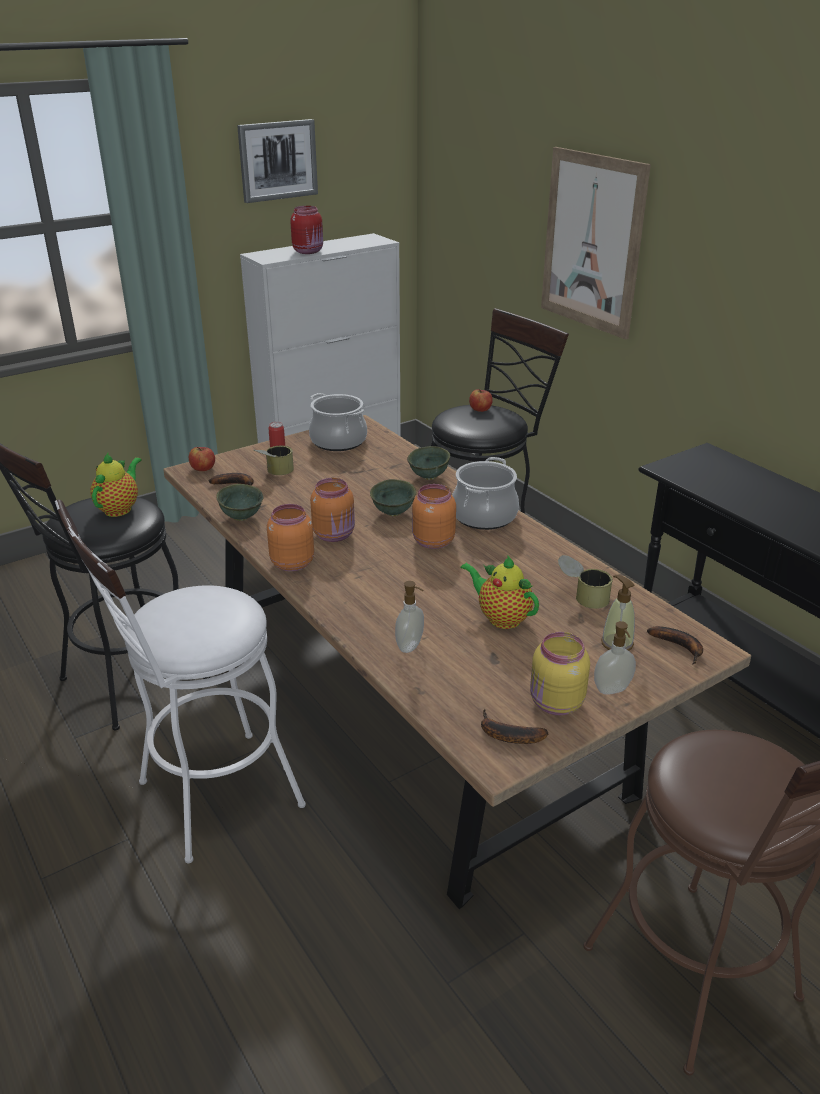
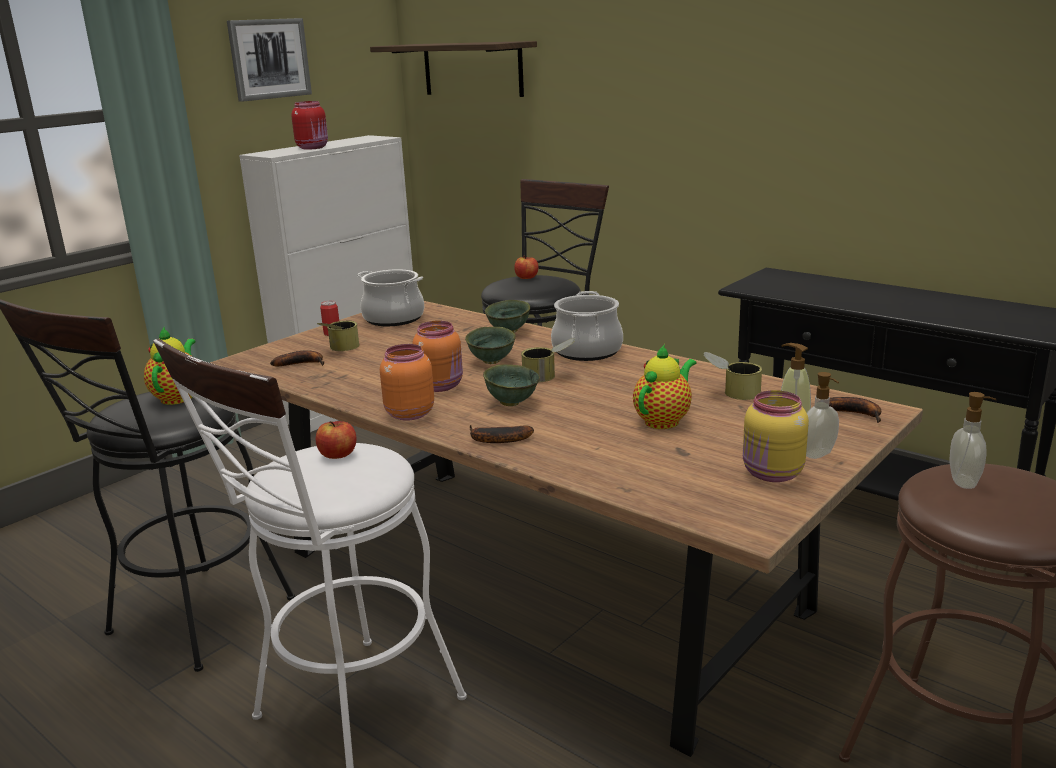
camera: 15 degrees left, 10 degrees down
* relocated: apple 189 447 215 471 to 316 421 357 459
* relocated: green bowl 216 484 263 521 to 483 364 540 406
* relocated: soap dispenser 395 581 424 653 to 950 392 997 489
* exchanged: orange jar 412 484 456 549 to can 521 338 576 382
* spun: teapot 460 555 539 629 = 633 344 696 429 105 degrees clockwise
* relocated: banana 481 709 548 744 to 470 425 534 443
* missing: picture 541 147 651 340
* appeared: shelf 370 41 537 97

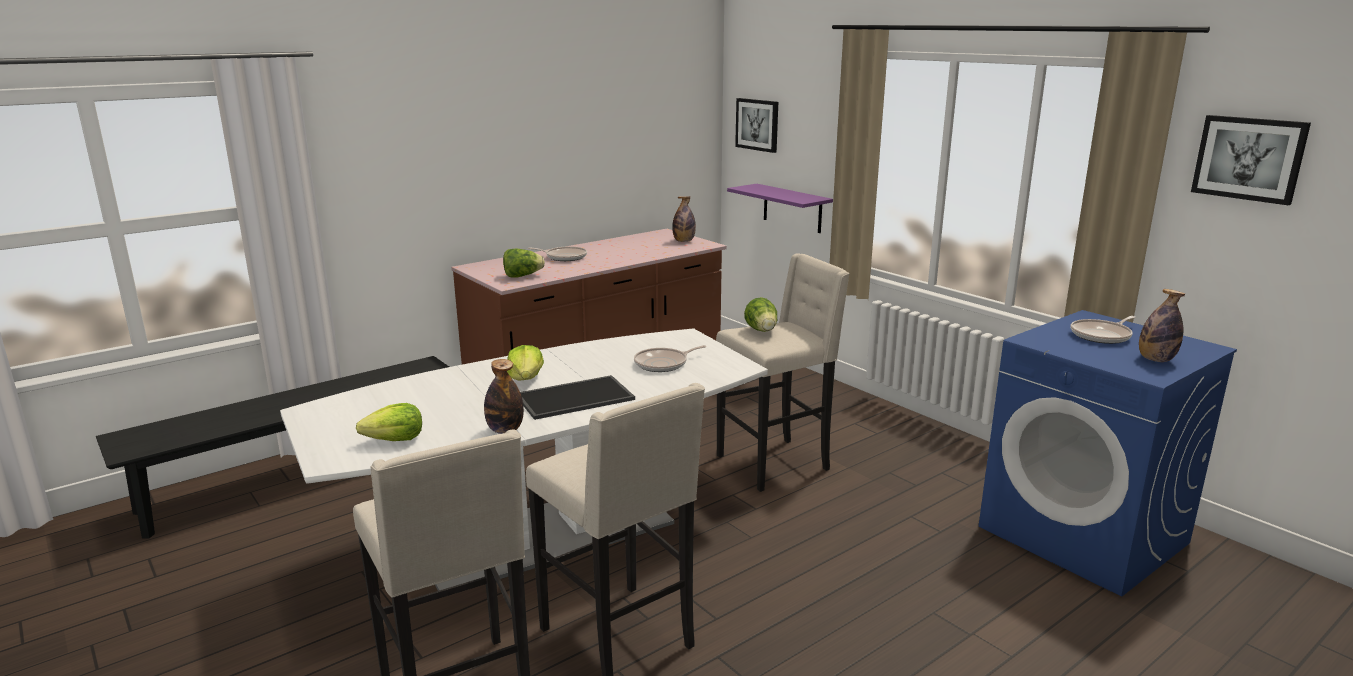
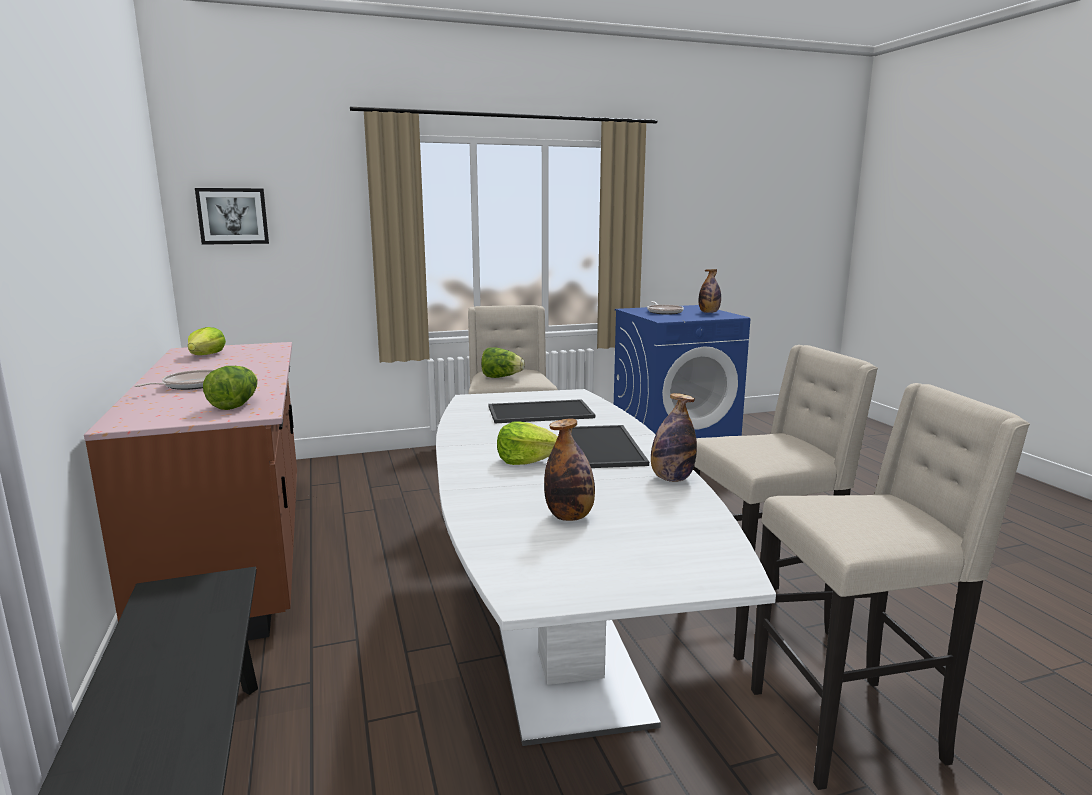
camera: 70 degrees left, 5 degrees down
* relocated: lettuce 356 403 422 441 to 188 327 226 355
* exchanged: frying pan 634 345 706 372 to tray 488 399 595 423
* relocated: bottle 672 196 696 242 to 544 418 595 521
* missing: purple shelf 727 184 833 233
* missing: picture 1191 115 1311 205

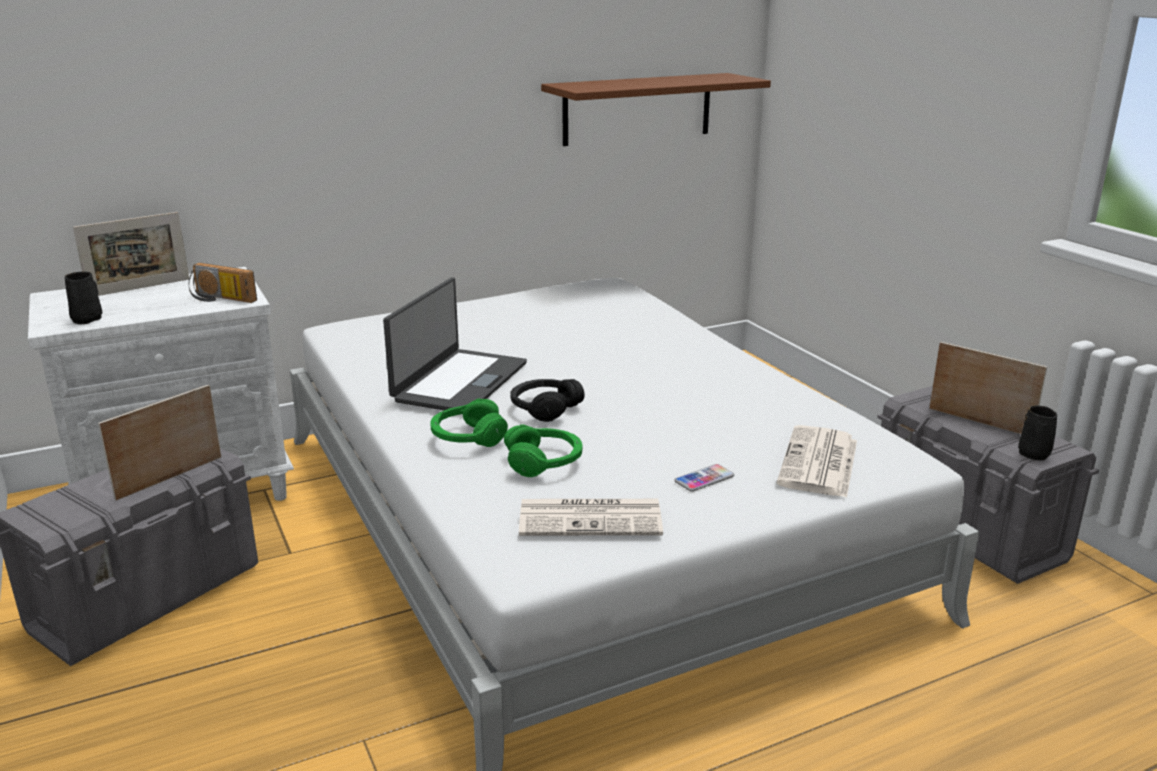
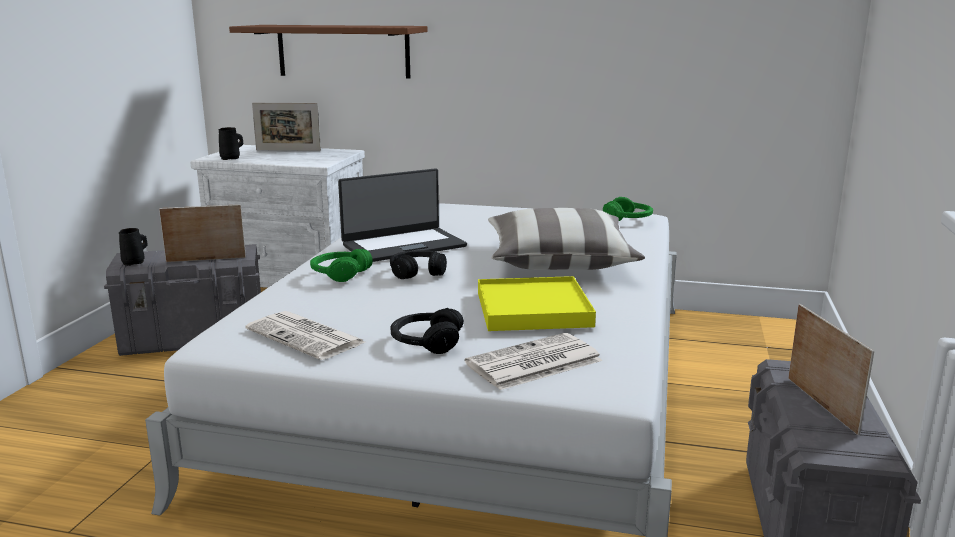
camera: 40 degrees right, 5 degrees down
* missing: radio 189 263 257 303
* relocated: green headphones 504 424 582 477 to 603 197 653 221
* relocated: brown shelf 541 73 771 146 to 229 25 427 79
* exchanged: phone 675 464 734 492 to black headphones 391 308 464 354
* relocated: black mug 1018 405 1057 460 to 119 228 148 266
* appeared: yellow tray 478 276 596 331
* appeared: pillow 488 208 645 270

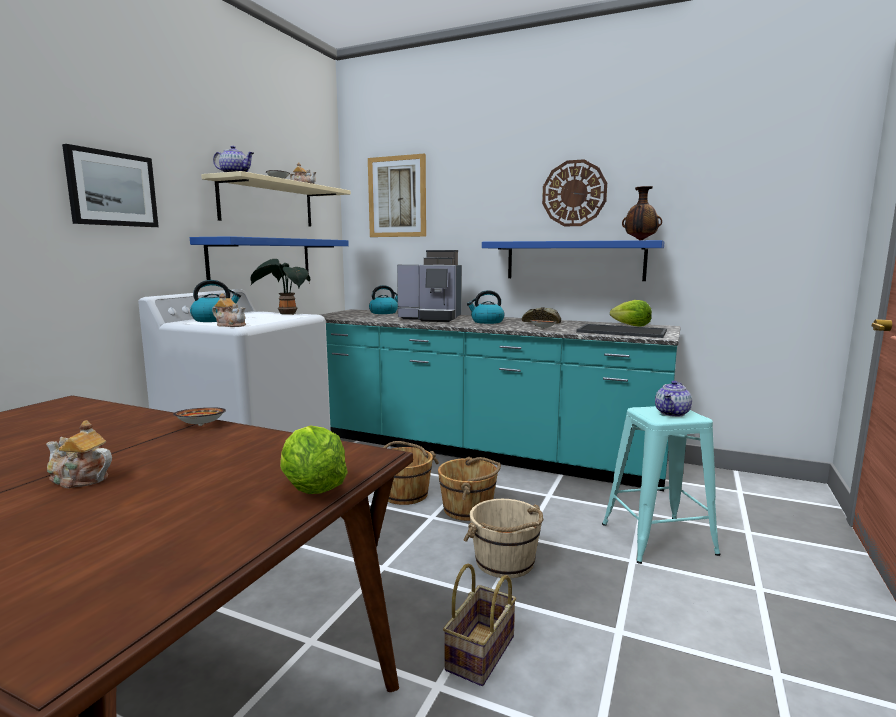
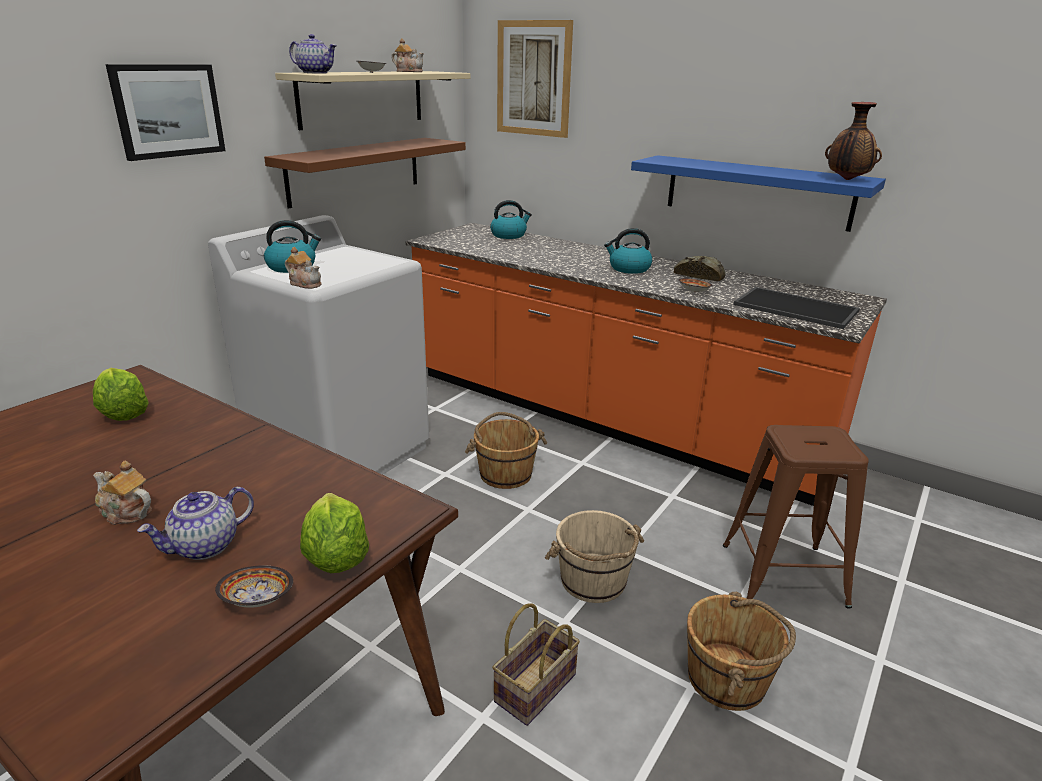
camera: 10 degrees right, 15 degrees up
* relocated: bowl 173 407 226 426 to 215 565 293 608
* colour: blue shelf 190 236 349 280 to brown shelf 264 138 466 209
* missing: potted plant 250 259 310 315
* colour: turquoise counter 320 309 681 491 to orange counter 406 223 887 506
* missing: coffee machine 397 250 461 322
* relocated: brown bucket 438 457 501 521 to 687 592 796 711
* missing: wall clock 542 159 607 226
* colour: turquoise stool 602 406 721 564 to brown stool 723 425 869 609
* relocated: lettuce 610 300 652 327 to 93 368 149 421
* relocated: teapot 655 381 692 417 to 137 487 254 560

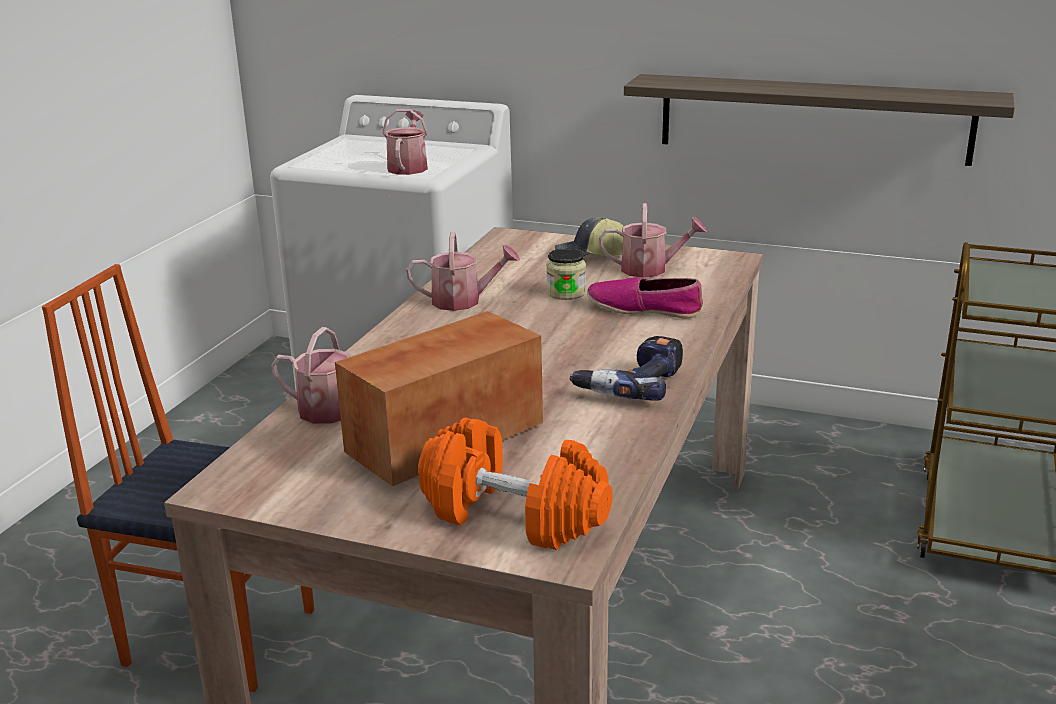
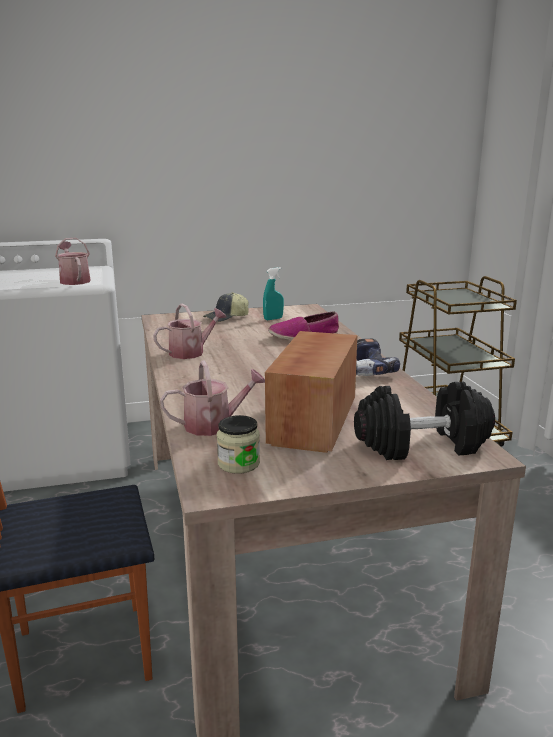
camera: 35 degrees left, 5 degrees down
* colour: orange dumbbell 418 417 613 550 to black dumbbell 354 381 495 460
* relocated: jar 546 248 586 300 to 217 415 260 474
* exchanged: watering can 599 203 707 278 to turquoise spray bottle 263 267 284 320
* missing: shelf 624 74 1015 166

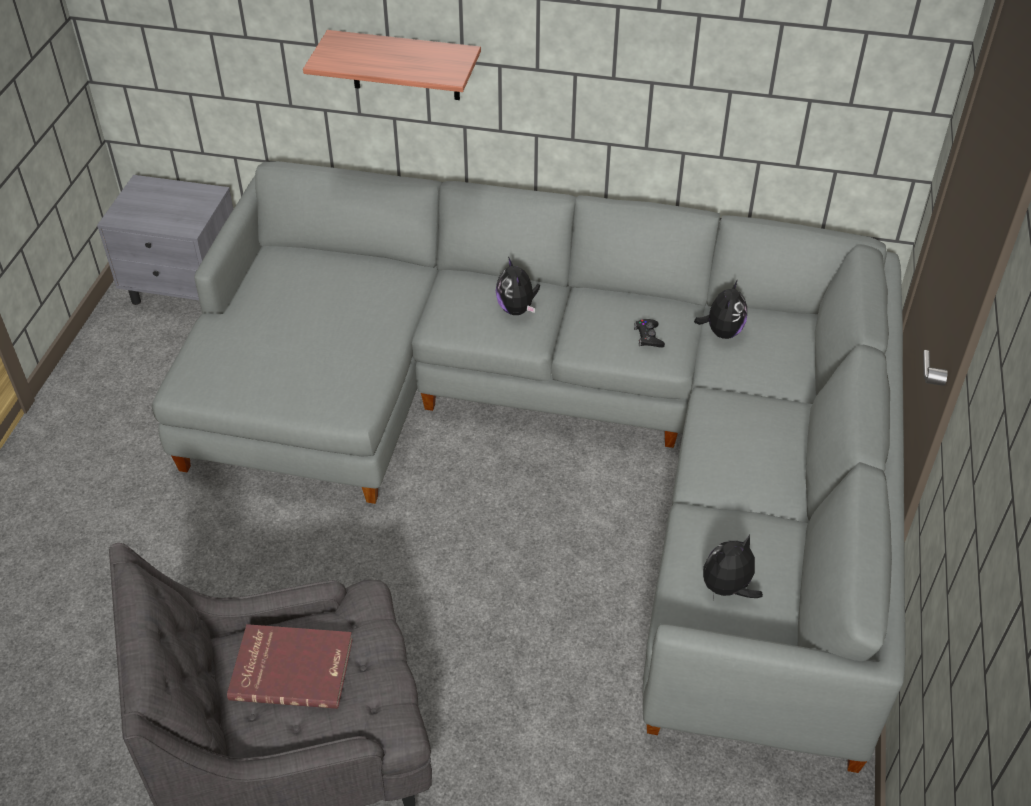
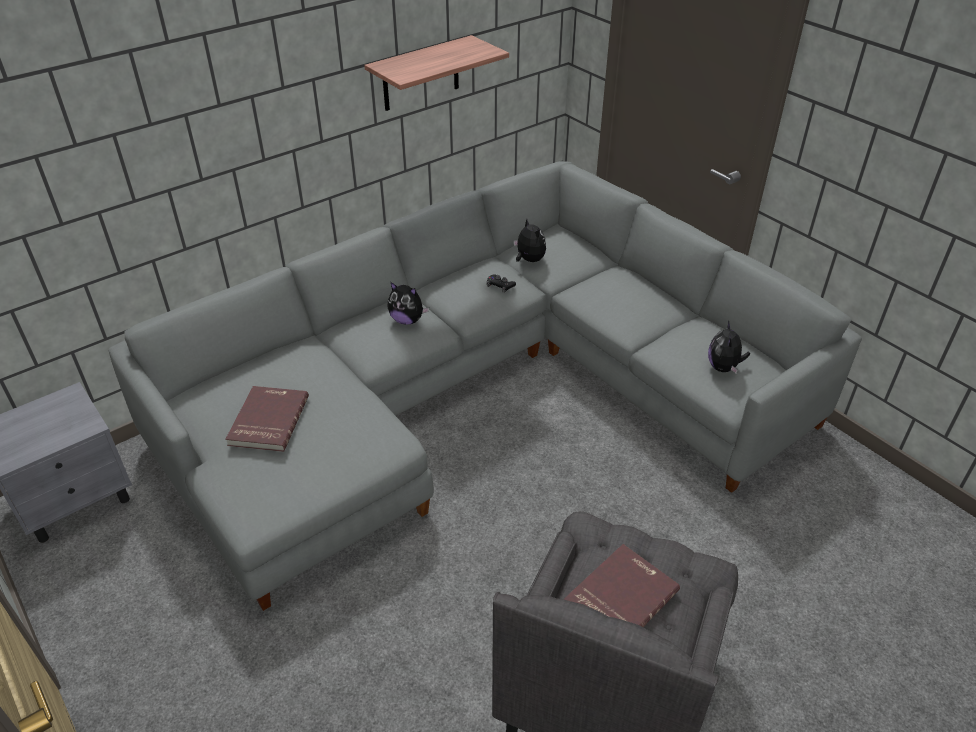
camera: 50 degrees left, 5 degrees down
* relocated: shelf 303 30 481 100 to 364 35 509 111
* appeared: red book 225 386 309 452

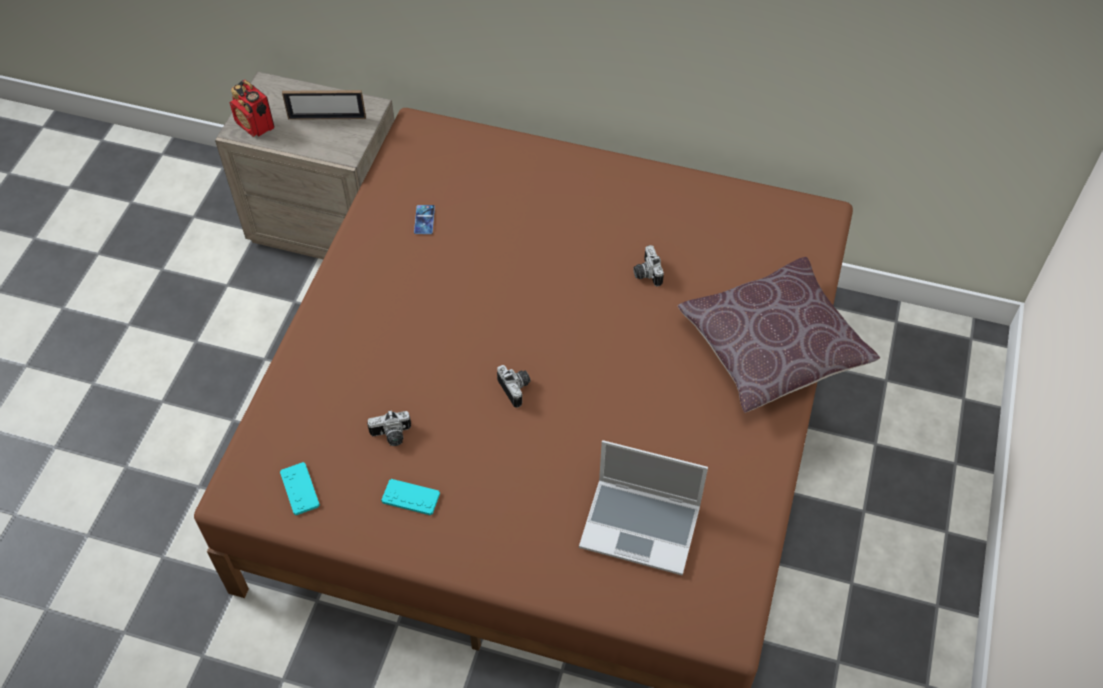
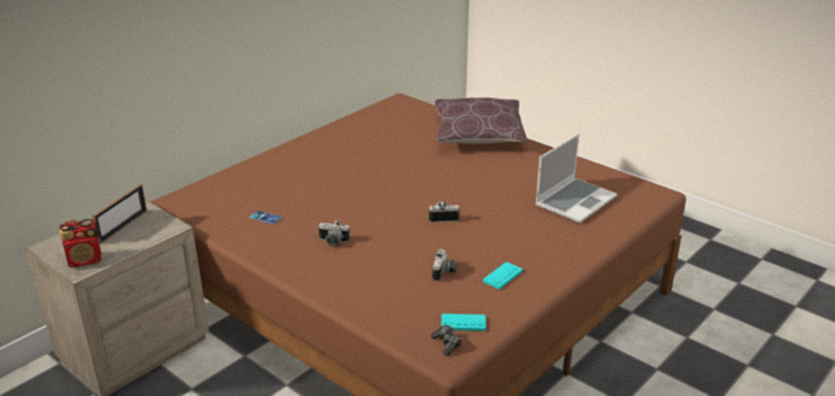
camera: 65 degrees left, 25 degrees down
* relocated: photo camera 633 245 664 286 to 318 220 350 246
* appeared: game controller 431 325 462 356

